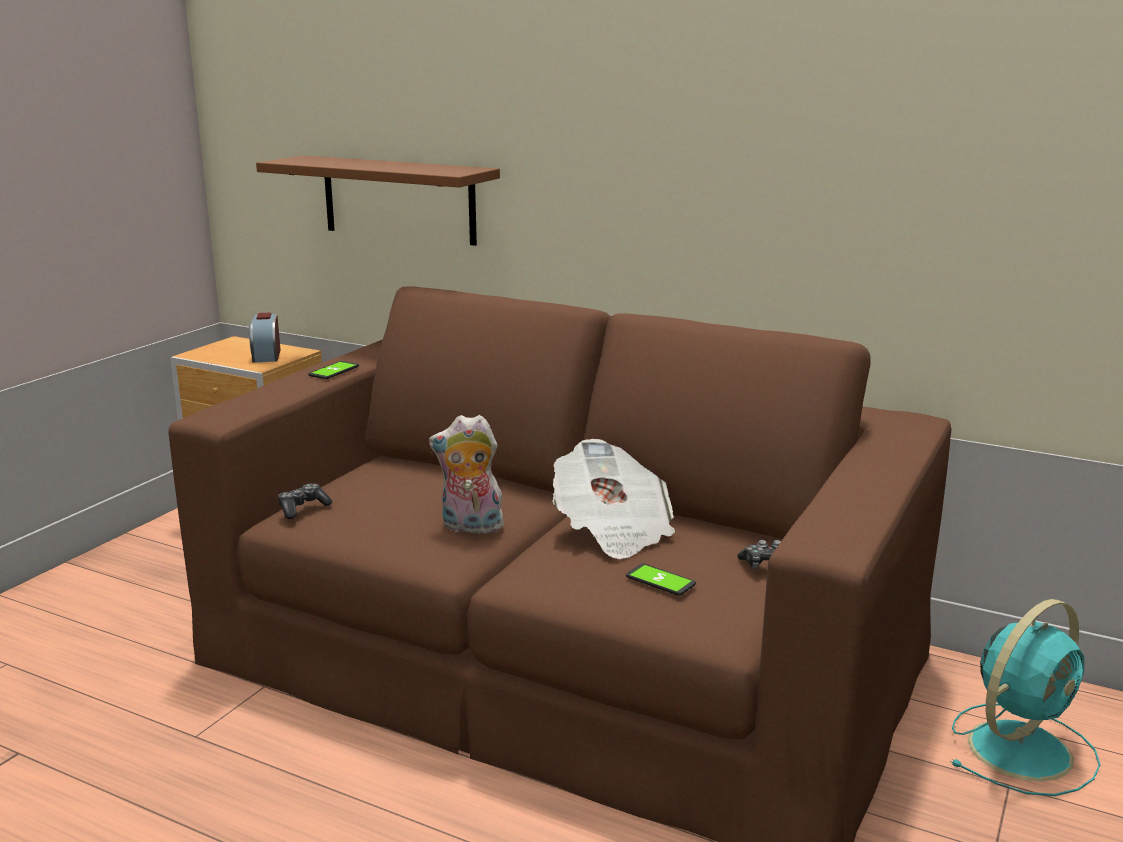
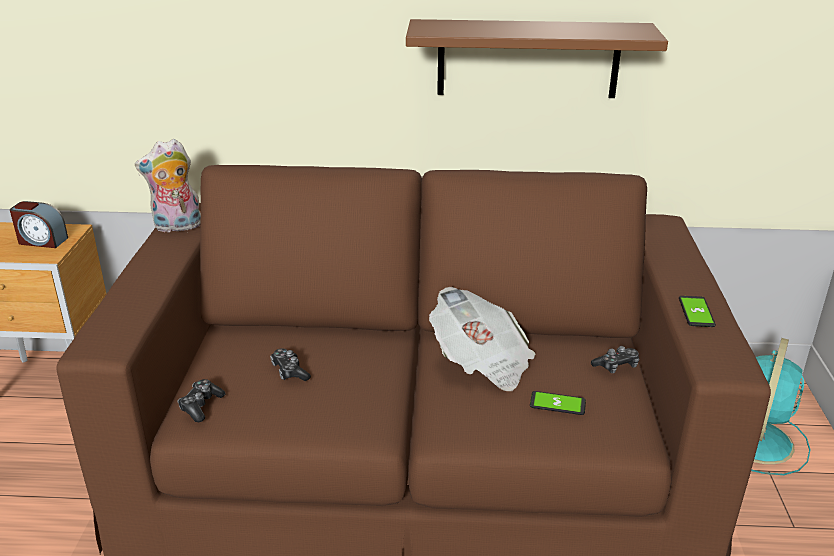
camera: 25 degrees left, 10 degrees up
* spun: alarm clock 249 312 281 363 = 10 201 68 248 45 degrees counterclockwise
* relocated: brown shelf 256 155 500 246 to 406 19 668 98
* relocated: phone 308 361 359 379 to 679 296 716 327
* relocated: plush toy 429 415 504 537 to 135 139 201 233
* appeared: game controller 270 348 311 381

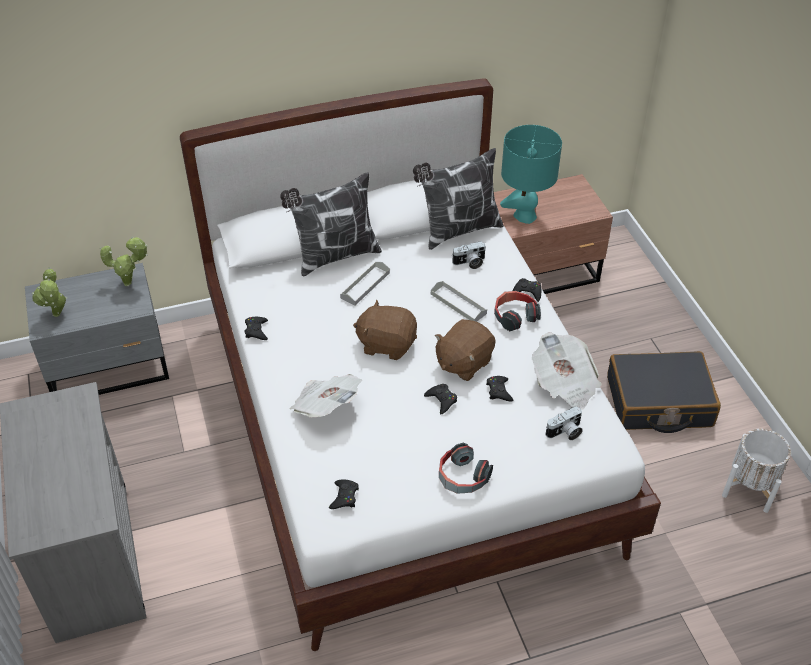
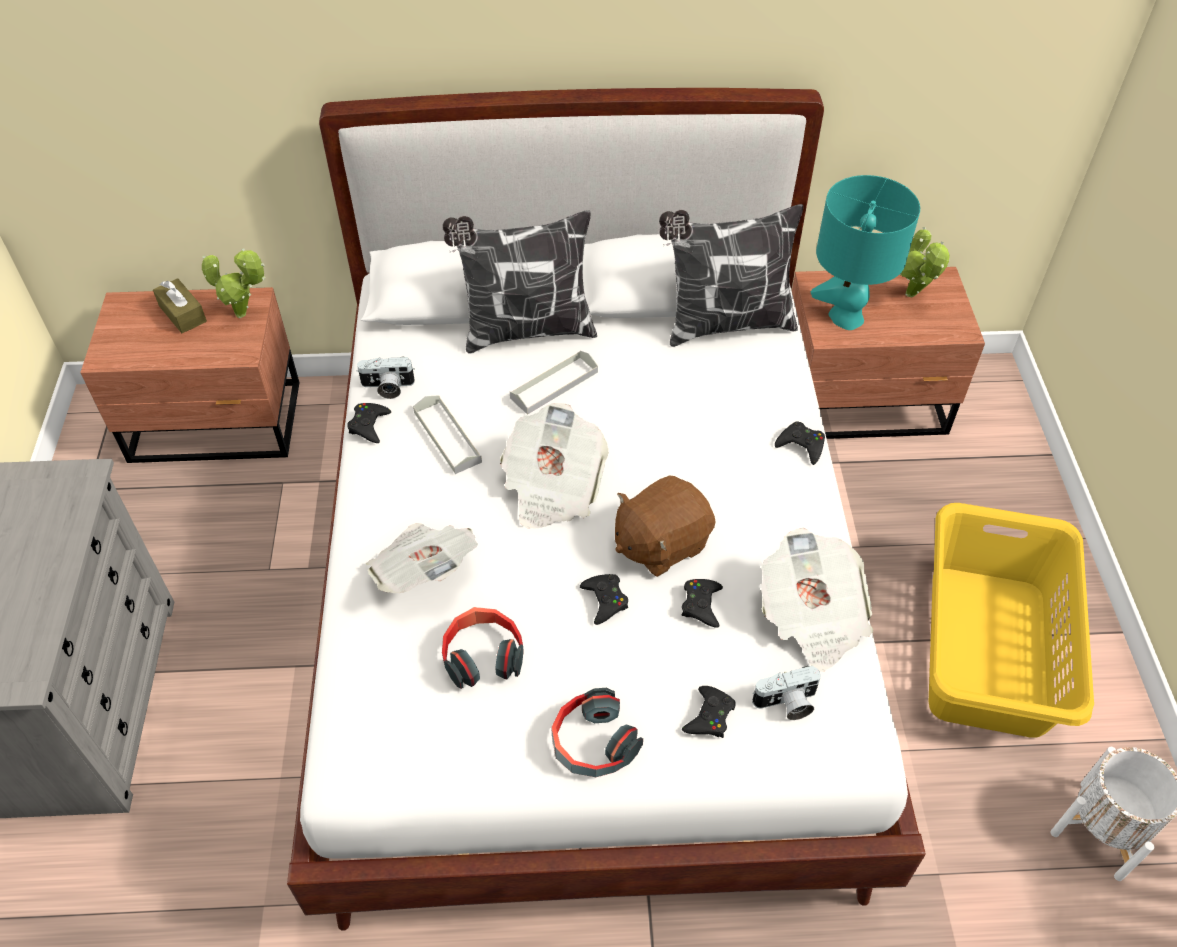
camera: 15 degrees right, 5 degrees up
* colour: grey nightstand 25 263 169 395 to brown nightstand 80 287 299 463
* relocated: potted plant 31 267 67 317 to 899 227 950 297
* relocated: black game controller 329 479 359 509 to 682 686 736 738
* exchanged: brown plush toy 353 299 417 360 to newspaper 500 403 609 529
* relocated: grey tray 431 281 487 322 to 413 395 482 474
* relocated: photo camera 452 241 486 269 to 356 357 415 399
* relocated: headphones 494 291 541 331 to 442 607 524 689
* exchanged: black suitcase 607 351 721 433 to yellow laundry basket 929 503 1094 738
* appeared: brown tissue box 153 278 207 333

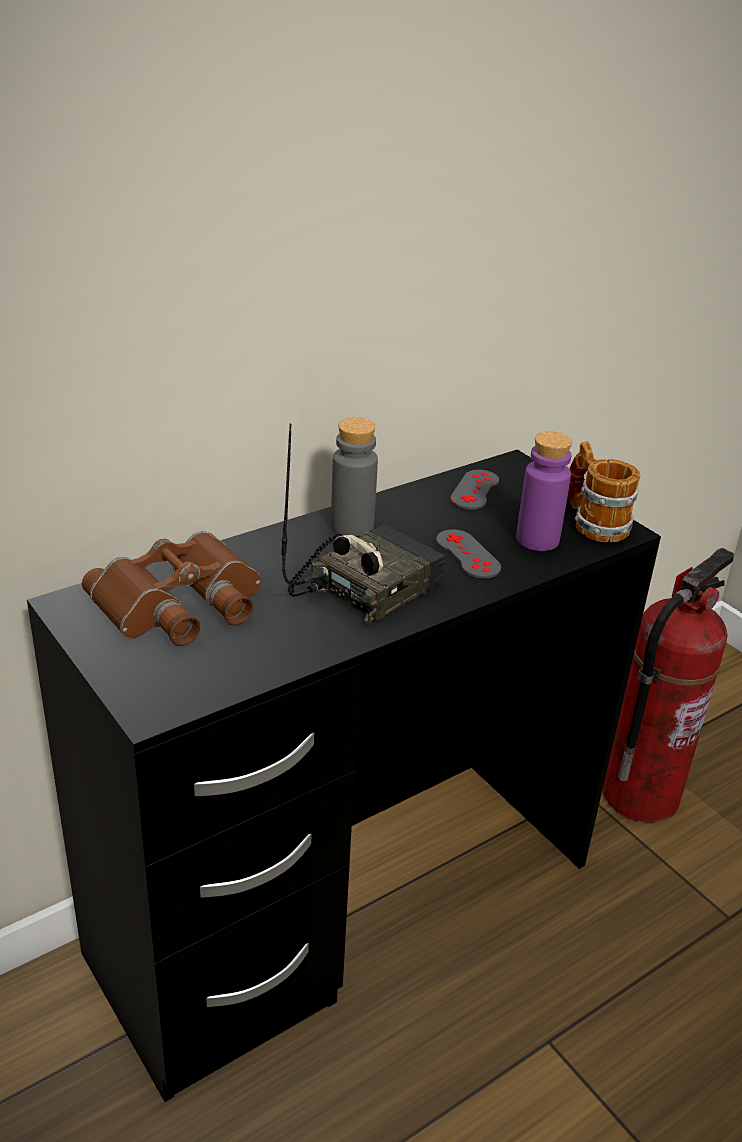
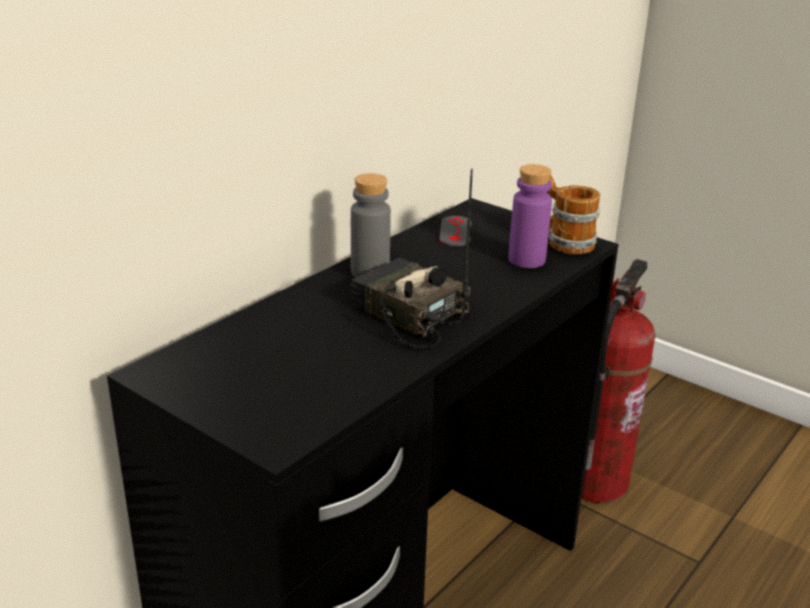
camera: 15 degrees left, 5 degrees down
* missing: brown binoculars 82 531 261 646
* spun: radio 281 424 445 625 = 351 169 473 351 75 degrees counterclockwise
* missing: grey game controller 436 530 501 579

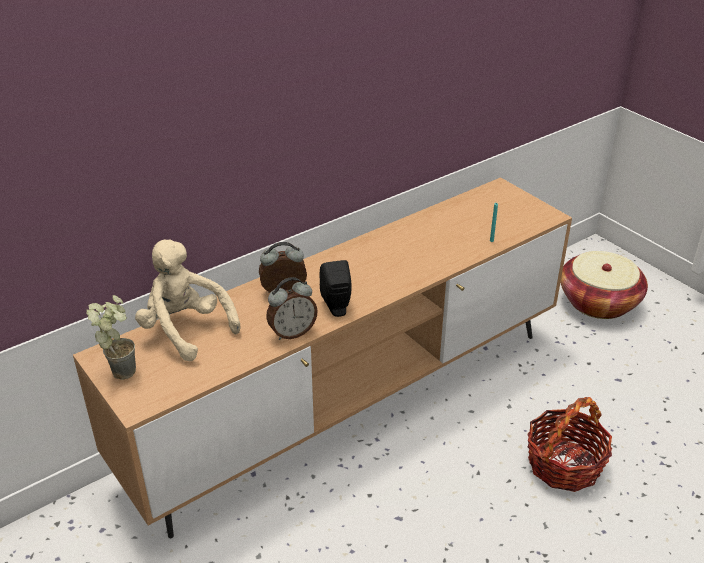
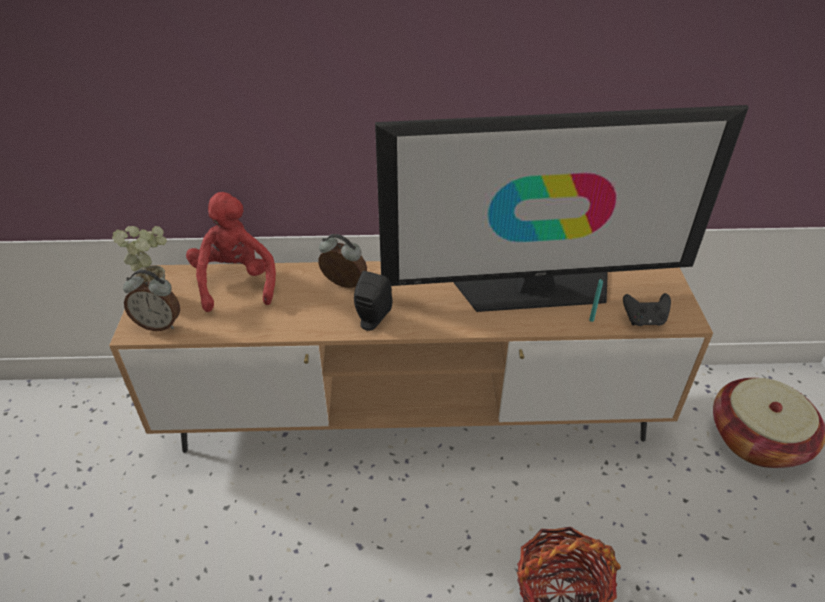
camera: 35 degrees right, 5 degrees up
* colour: beige plush toy 135 239 241 361 to red plush toy 186 192 276 312
* relocated: alarm clock 266 277 318 340 to 123 270 180 331
* appeared: television 375 105 749 312
* appeared: black game controller 623 293 671 326

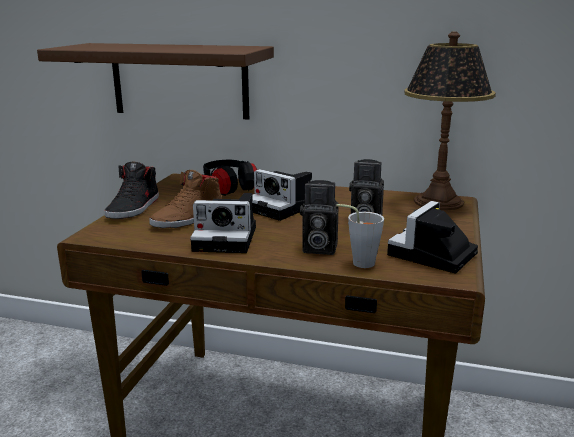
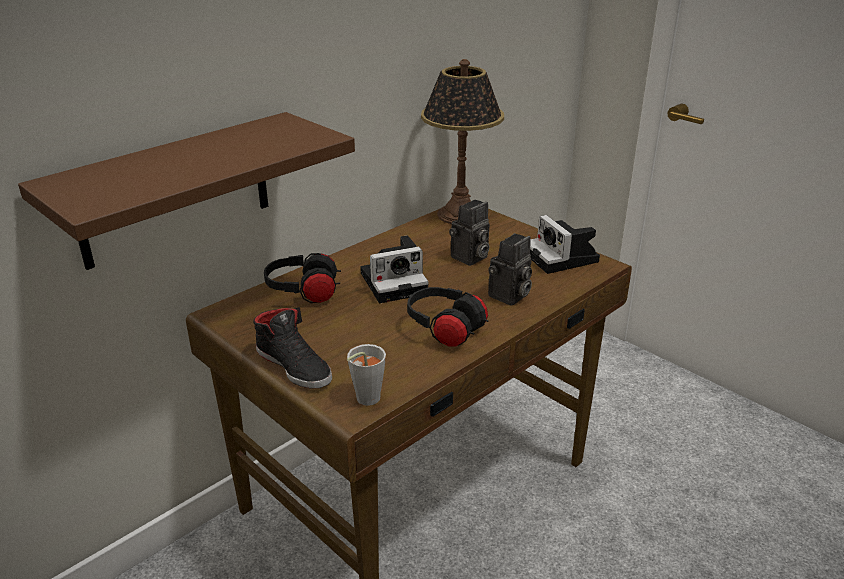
camera: 60 degrees left, 10 degrees up
* missing: brown shoe 149 170 222 228
* exchanged: photo camera 190 193 256 253 to black headphones 407 287 489 346
* relocated: grey cup 336 204 384 268 to 347 344 386 406

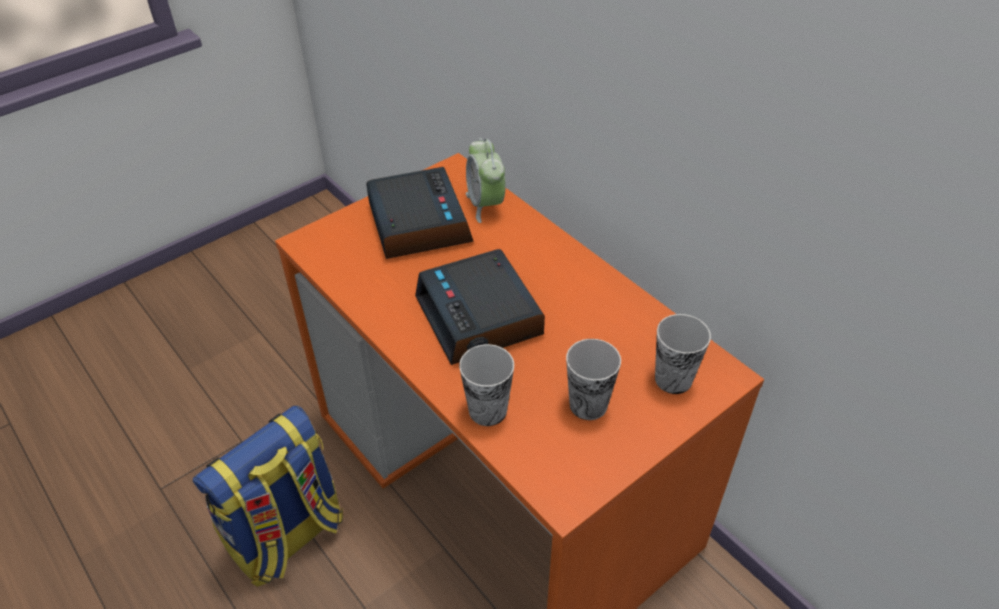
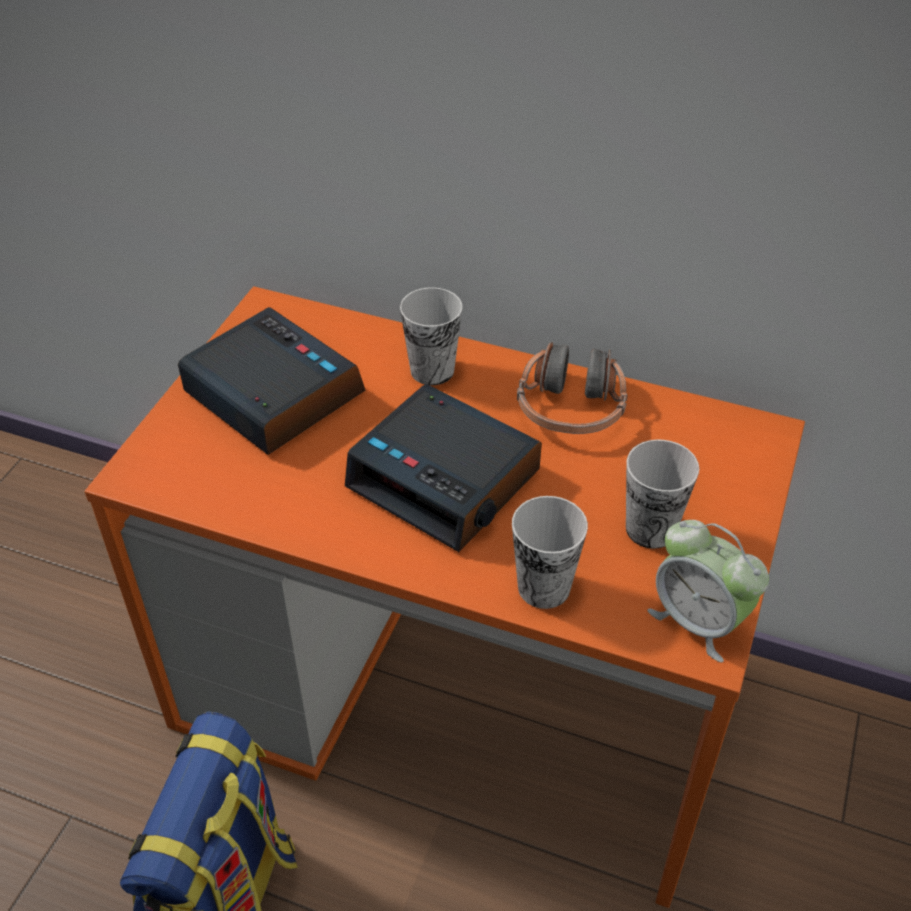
camera: 30 degrees left, 0 degrees up
* relocated: alarm clock 466 138 506 223 to 647 520 769 662
* relocated: cup 655 314 711 394 to 400 287 462 385
* appeared: headphones 517 342 627 434

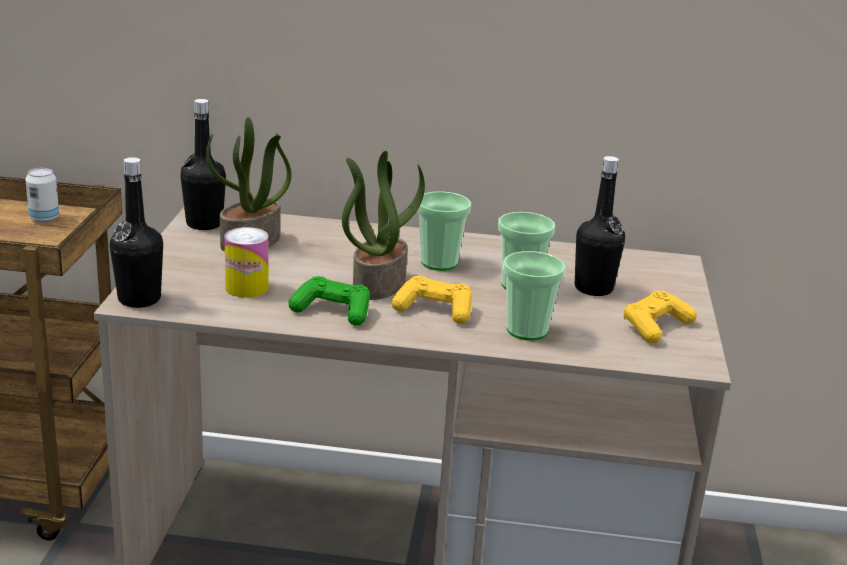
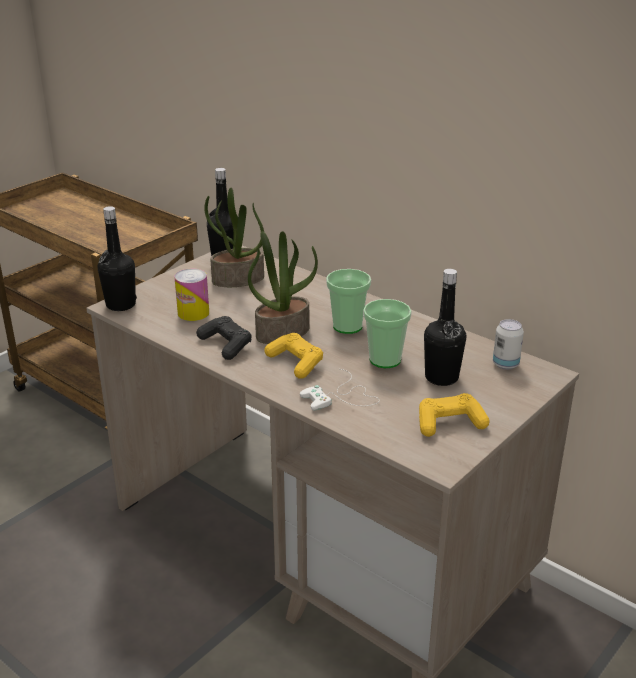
camera: 35 degrees right, 5 degrees up
* relocated: can 25 168 59 223 to 493 319 524 370
* colour: green game controller 289 276 370 326 to black game controller 196 316 252 360
* exchanged: cup 503 251 566 341 to white game controller 300 369 380 411

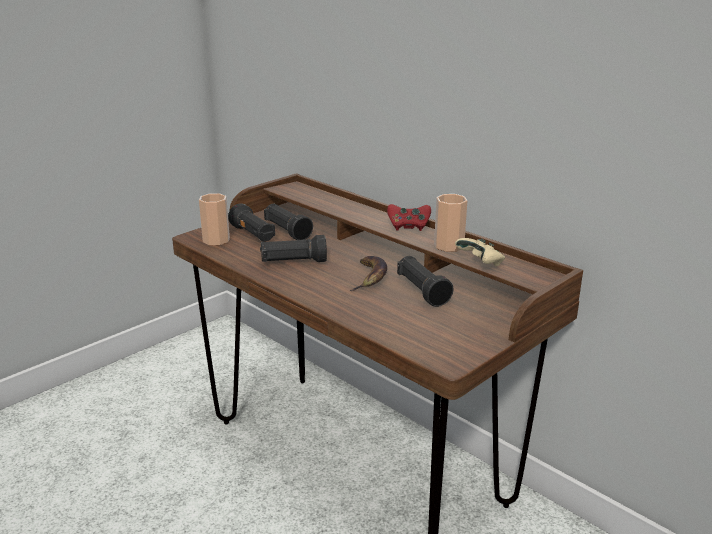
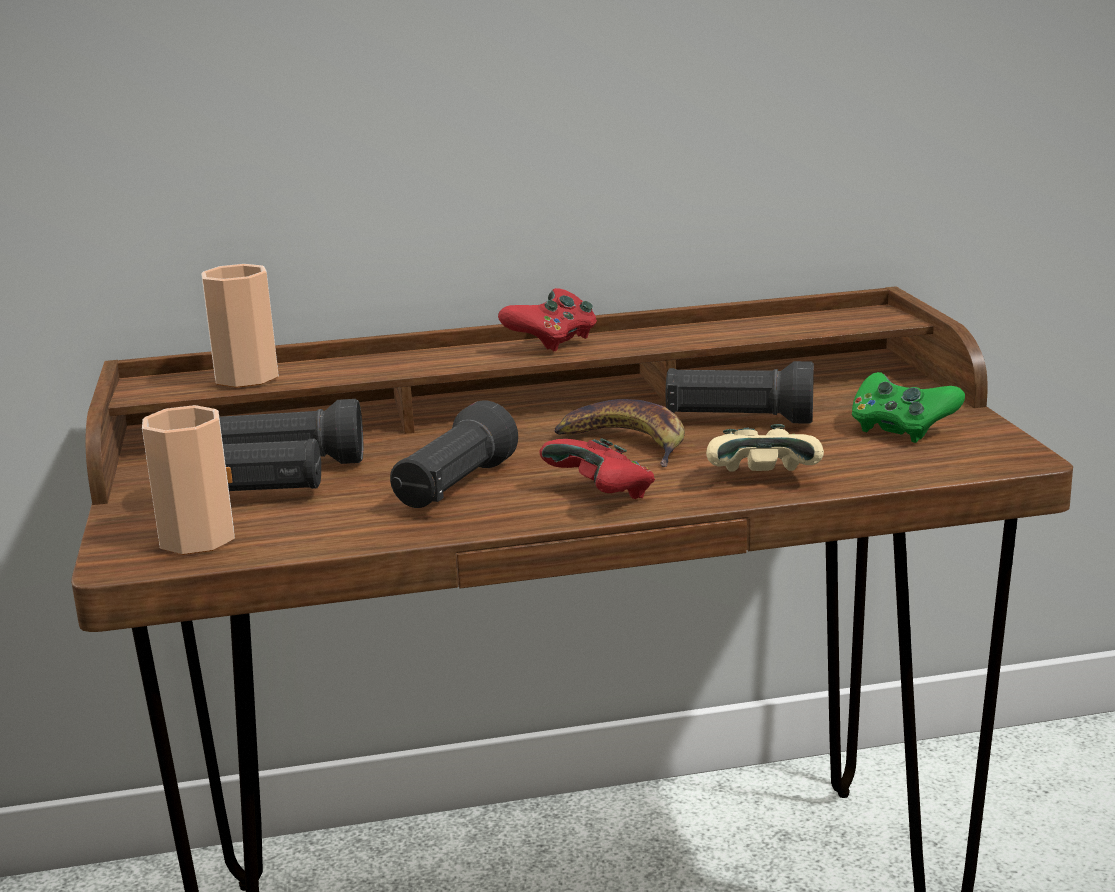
camera: 55 degrees left, 5 degrees down
* relocated: cup 434 194 468 252 to 201 264 279 388
* relocated: beige game controller 455 238 505 266 to 706 424 824 472
* appeared: red game controller 540 438 655 499
* appeared: green game controller 852 372 965 443

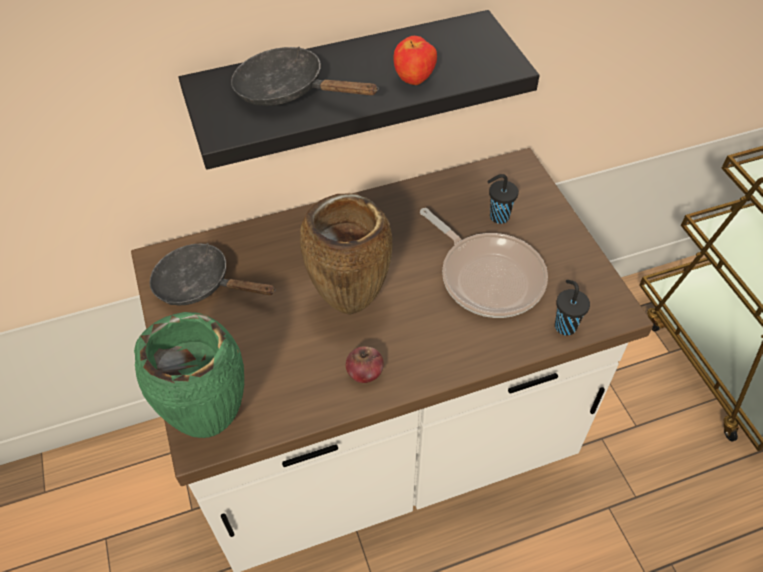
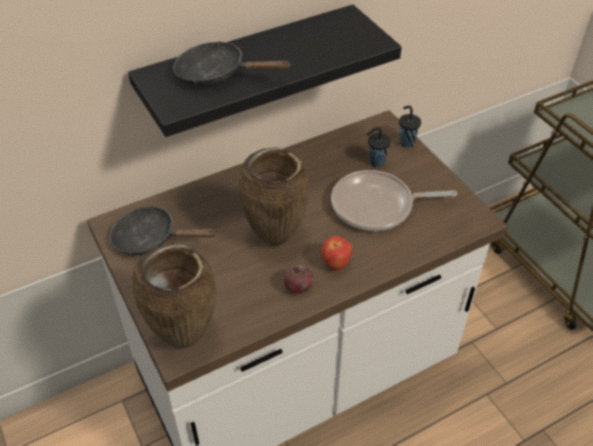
camera: 10 degrees left, 5 degrees down
* colour: green vase 134 312 244 438 to brown vase 132 244 216 348
* relocated: apple 393 36 437 85 to 322 236 353 270
* spun: frying pan 420 208 548 318 = 331 170 457 231 135 degrees clockwise
* relocated: black cup 555 280 590 335 to 399 105 421 148

